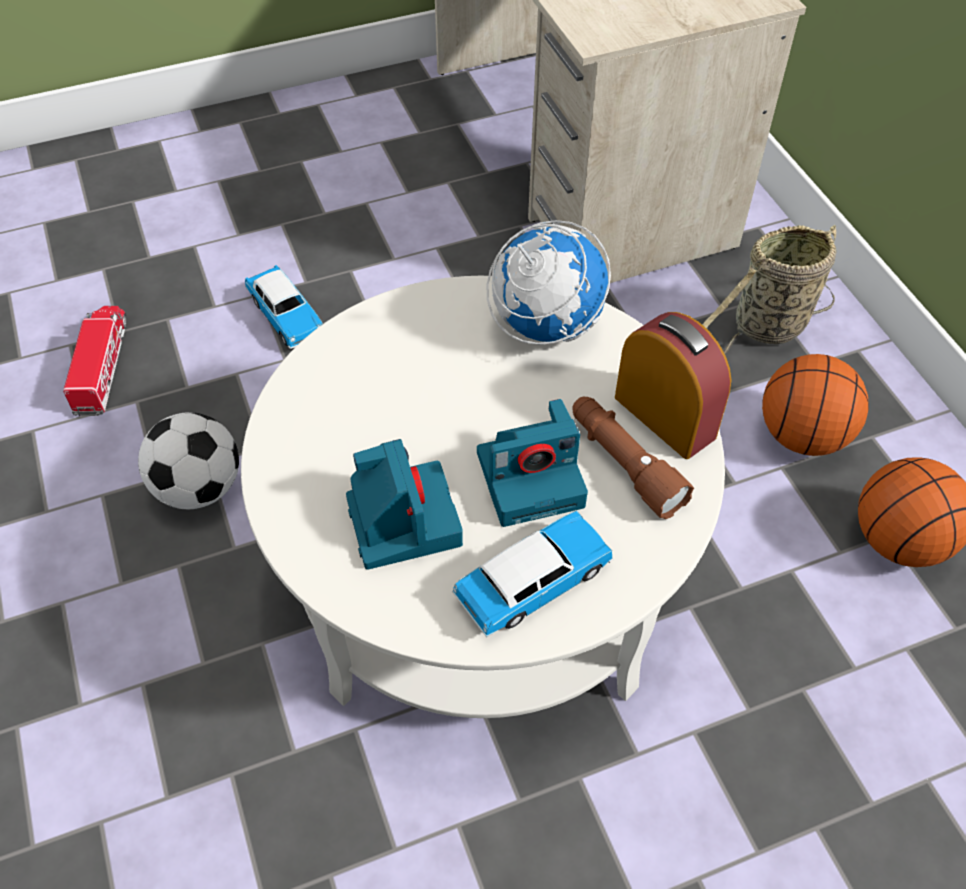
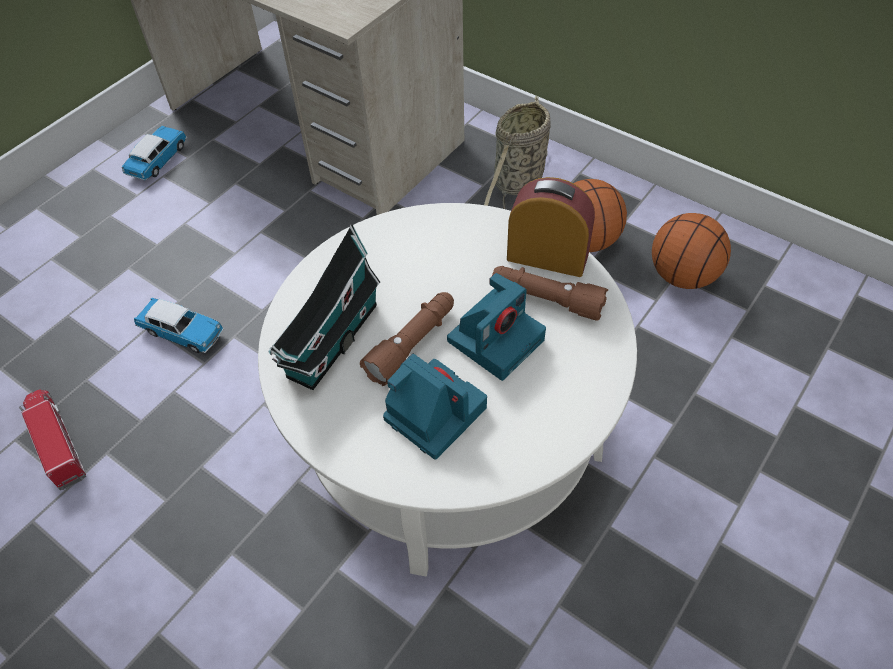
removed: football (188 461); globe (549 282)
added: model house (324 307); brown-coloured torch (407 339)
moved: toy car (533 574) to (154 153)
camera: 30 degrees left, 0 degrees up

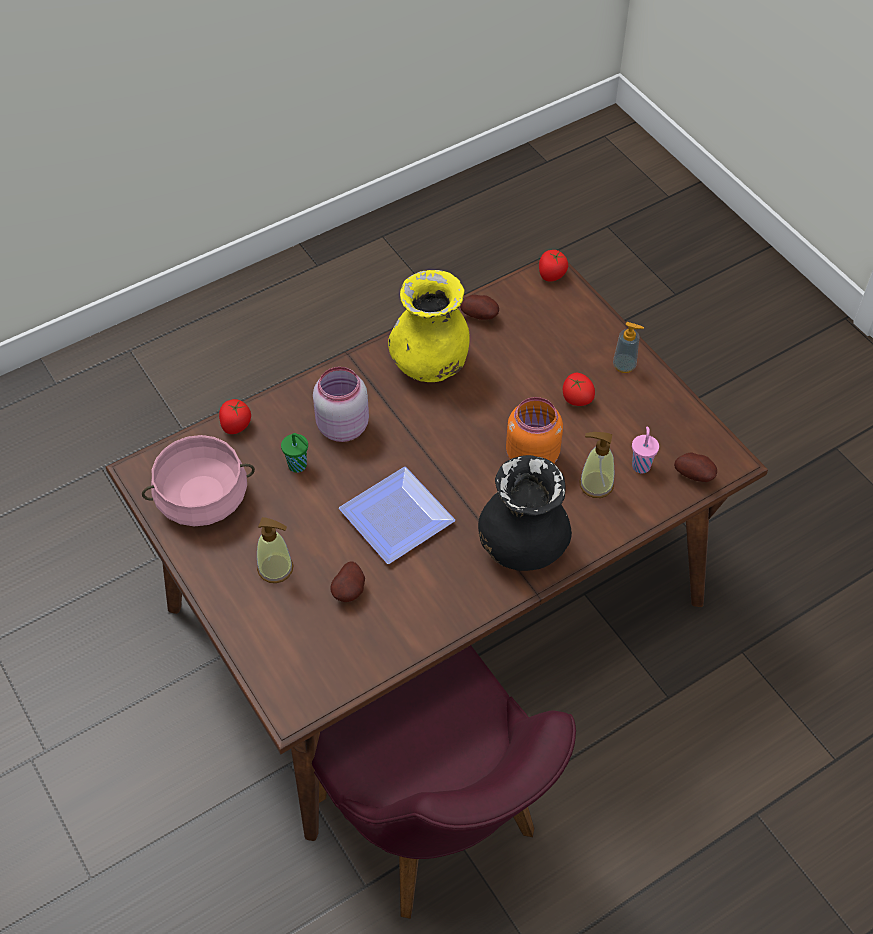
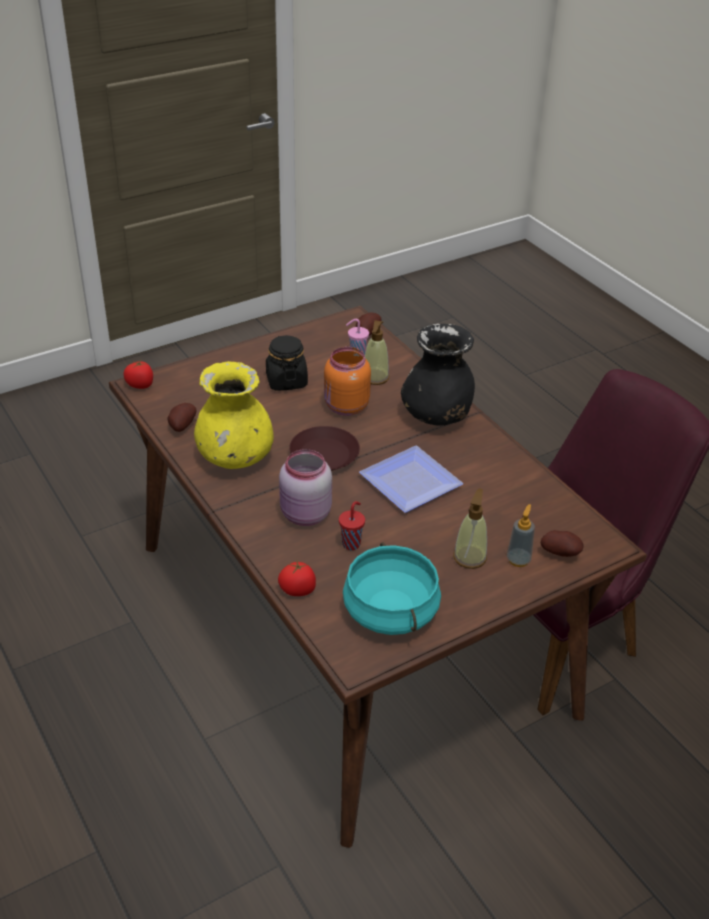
added: brown-coloured flat dish (324 448)
moved: liquid soap bottle (628 347) to (521 535); spud (347 581) to (562 543)
replaced: tomato (579 389) to black jar (287 363)
recoloured: greenish drinking cup (294 453) to reddish drinking cup (352 525); pinkish saucepot (198 480) to blue-green saucepot (392 588)
camera: 90 degrees left, 15 degrees down

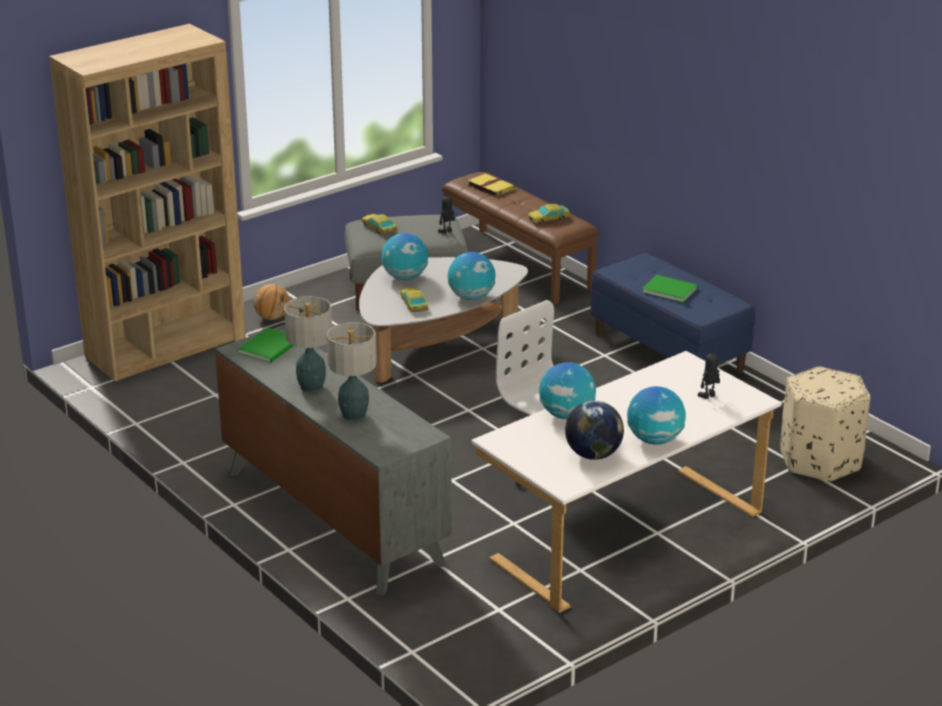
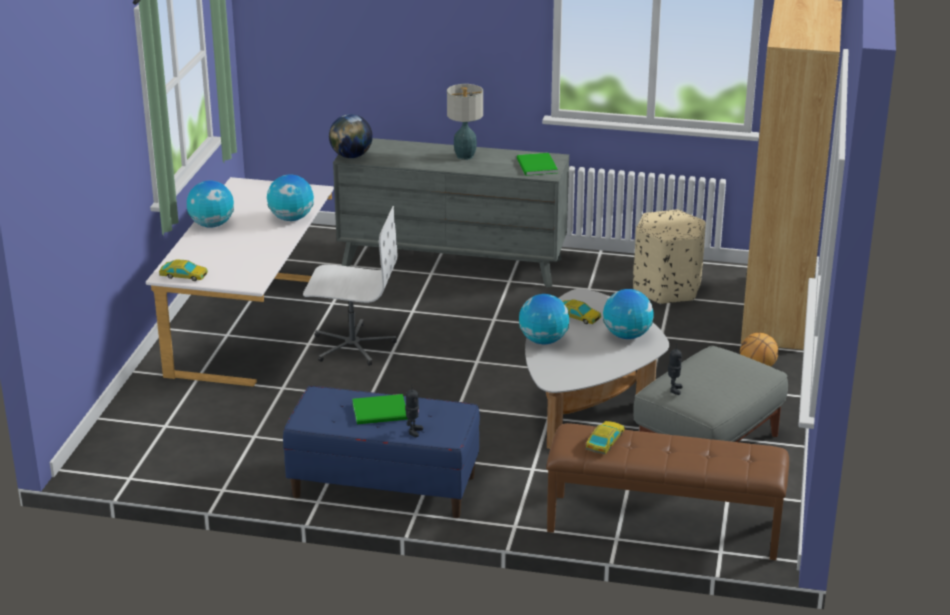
removed: table lamp (352 371); yellow-coloured volume (491 185)
moved: toy car (379 224) to (183 270); globe (594 430) to (351 136); model robot (709 373) to (414 410); beige-coloured pouffe (825 424) to (669 257)
camera: 140 degrees right, 0 degrees up

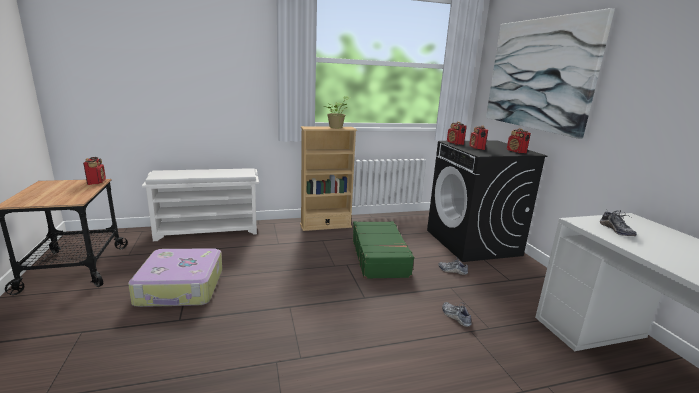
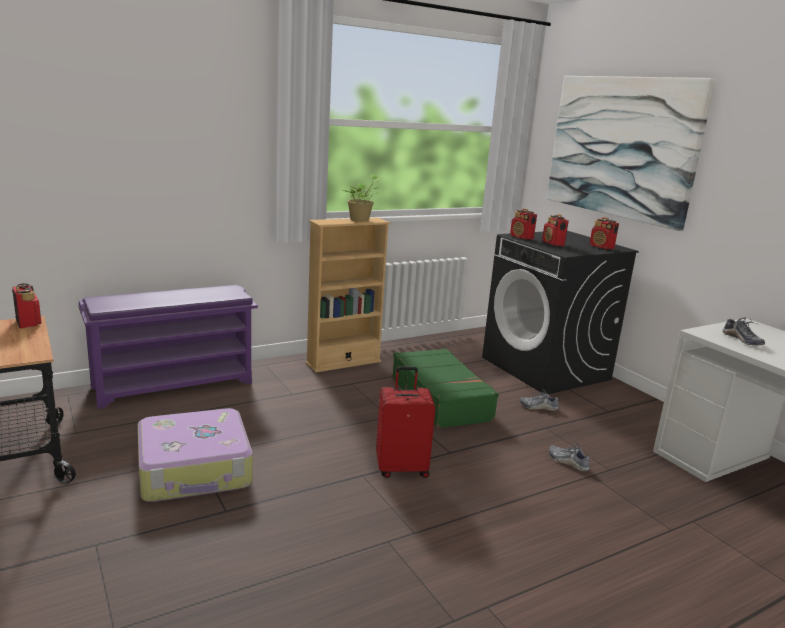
added: reddish piece of luggage (406 422)
recoloured: white shoe rack (200 204) to purple-coloured shoe rack (168 347)
camera: 15 degrees left, 0 degrees up

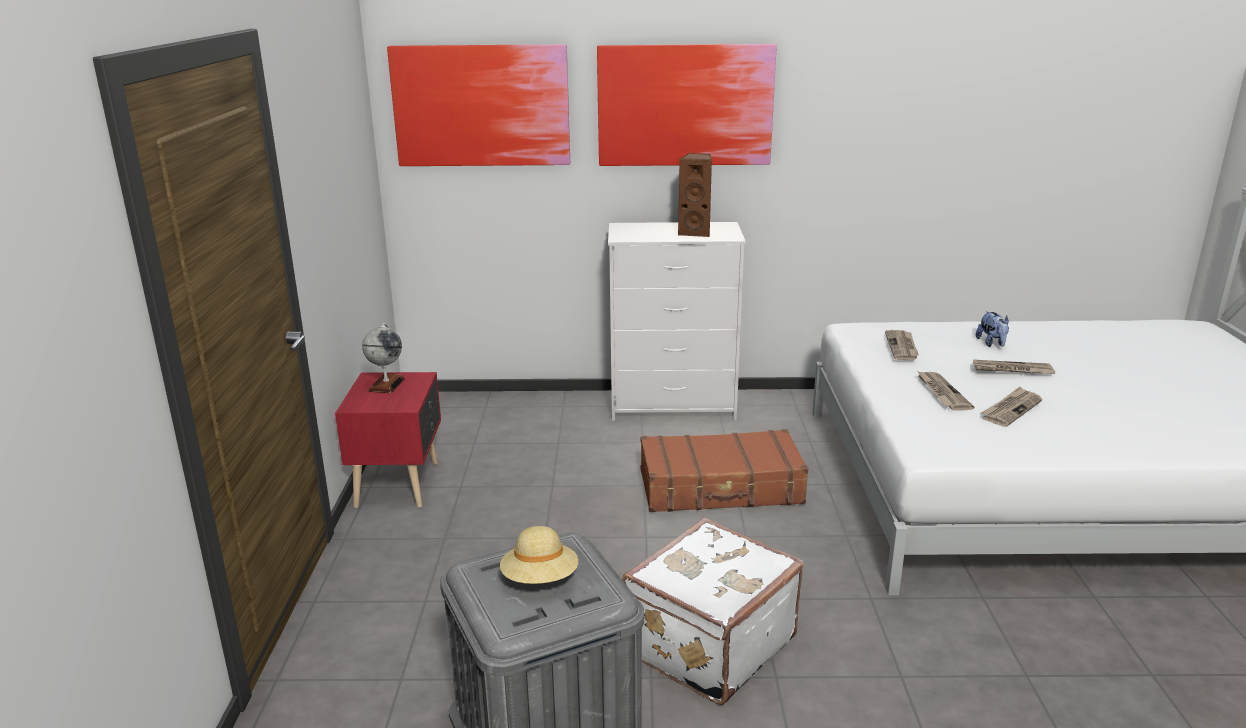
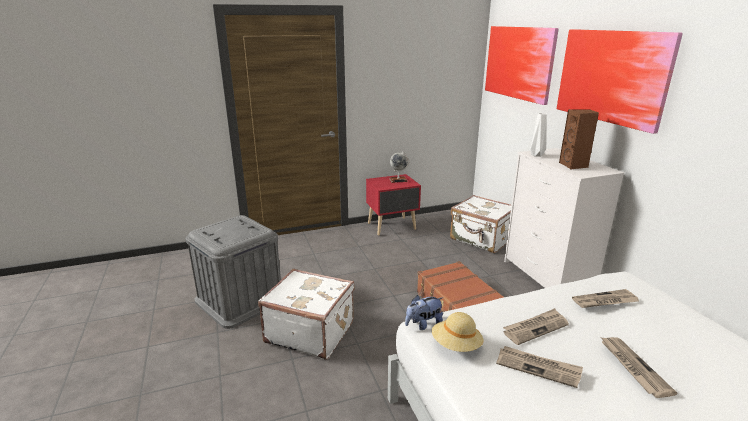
added: white piece of luggage (481 224); white flower vase (538 135)
moved: soft toy (992 329) to (424 312); beige-coloured hat (539 555) to (457 332)
camera: 70 degrees right, 0 degrees up

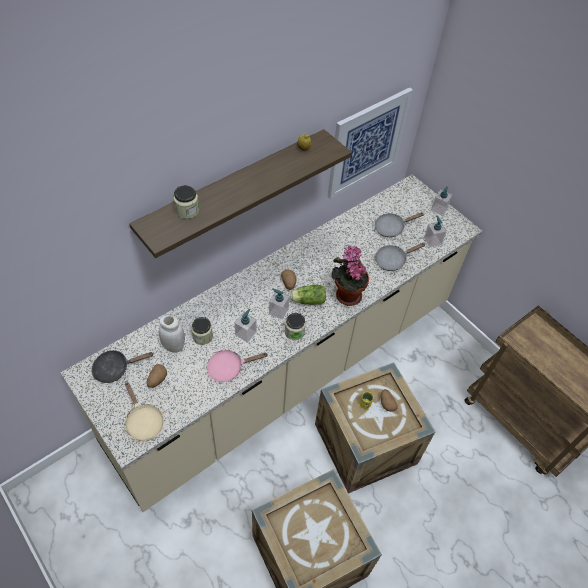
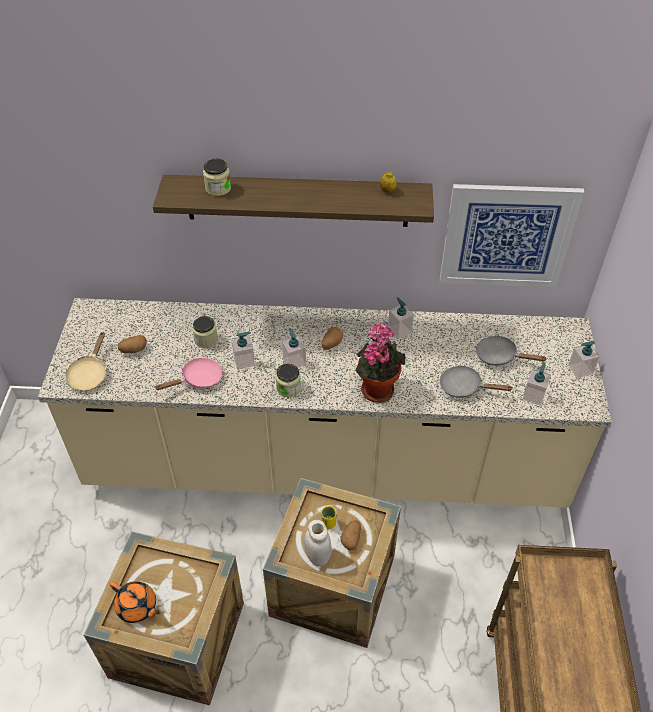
removed: black pan (122 366); head of lettuce (308 295)
added: orange pot for tea (135 602); liquid soap bottle (401 318)
moved: white jar (172 333) to (318 543)
turned: pinkish pan (237 366) = (189 374) 120 degrees clockwise
camera: 45 degrees right, 5 degrees down

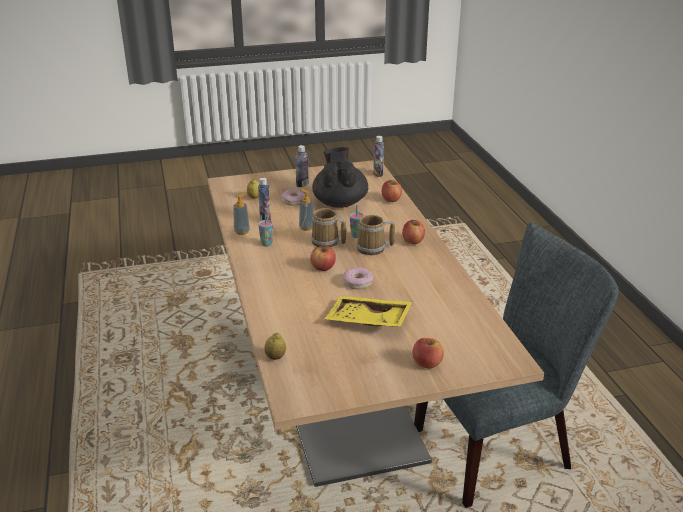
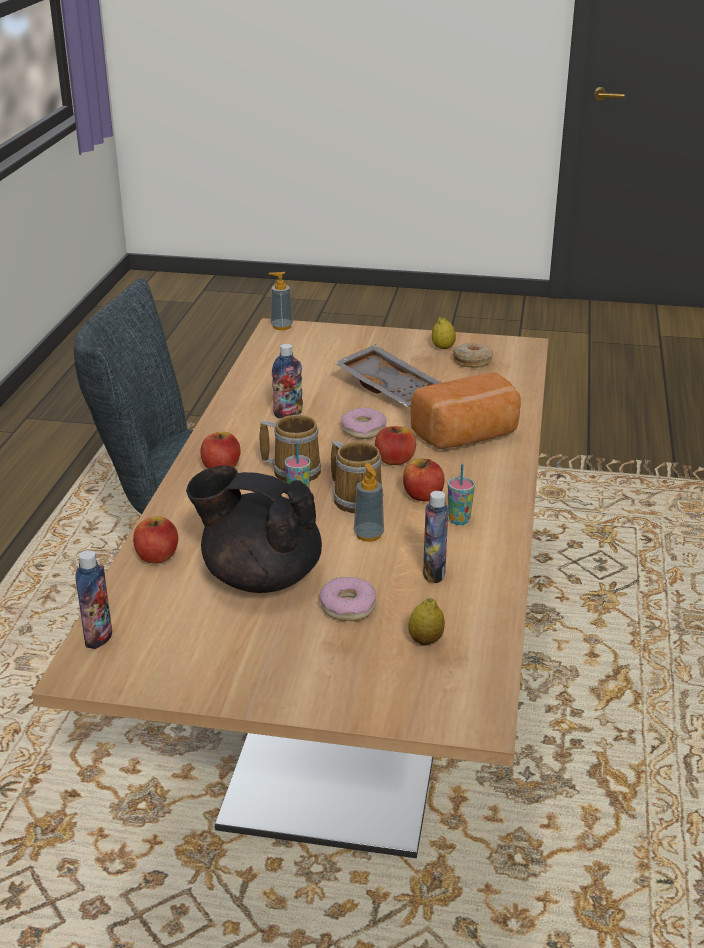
added: baked bread (466 410); ring doughnut (473 355)
moved: liquid soap bottle (241 214) to (281 301); bottle (302 166) to (287 381); apple fruit (428 353) to (424 480); whole lemon (275 346) to (444 333)
recoloured: yellow-coloured serving tray (368 311) to grey serving tray (388 376)
turned: black pot for tea (340 177) = (254 529) 90 degrees clockwise
camera: 155 degrees left, 0 degrees up

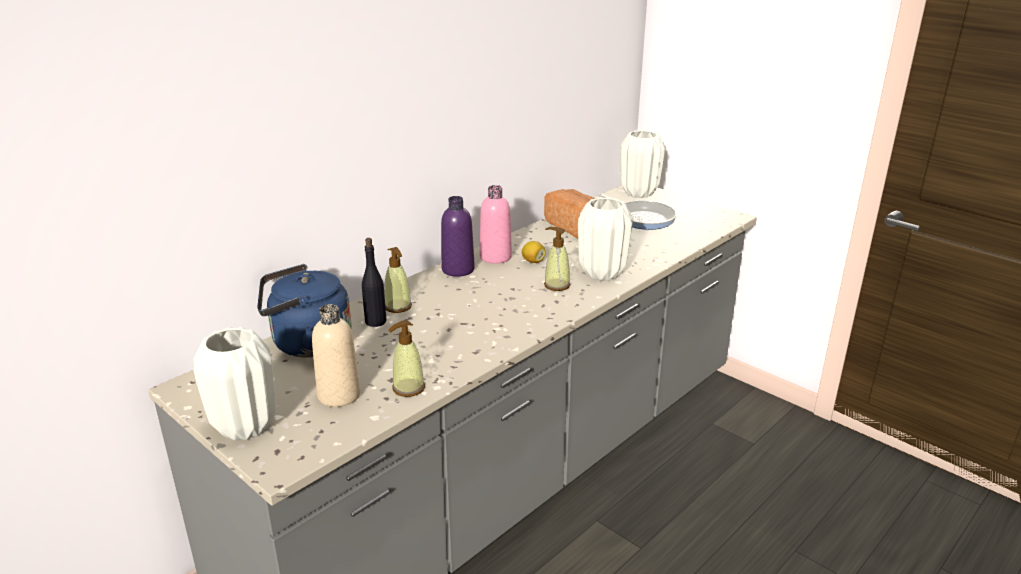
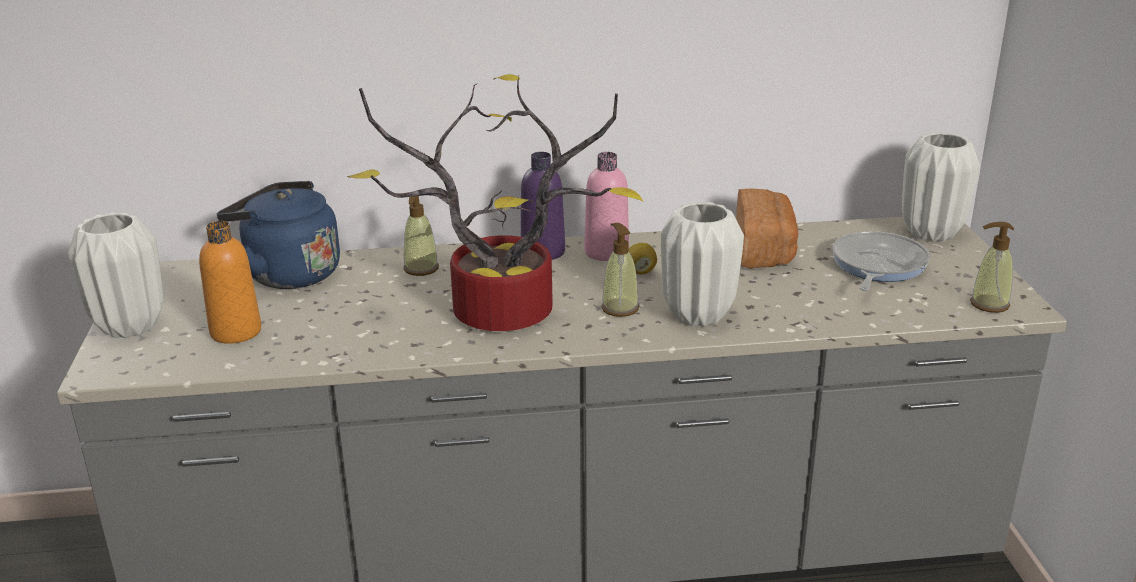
removed: black bottle (374 282)
added: plant in a pot (495 202)
moved: liquid soap bottle (406 358) to (992 267)
recoloured: beige-coloured bottle (336 355) to orange bottle (230 282)
turned: pan (637 212) = (881 261) 150 degrees counterclockwise
camera: 40 degrees right, 0 degrees up

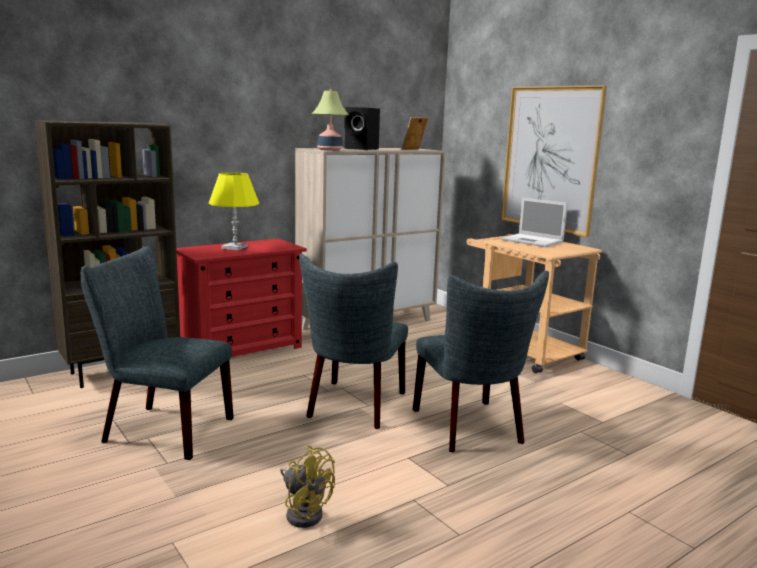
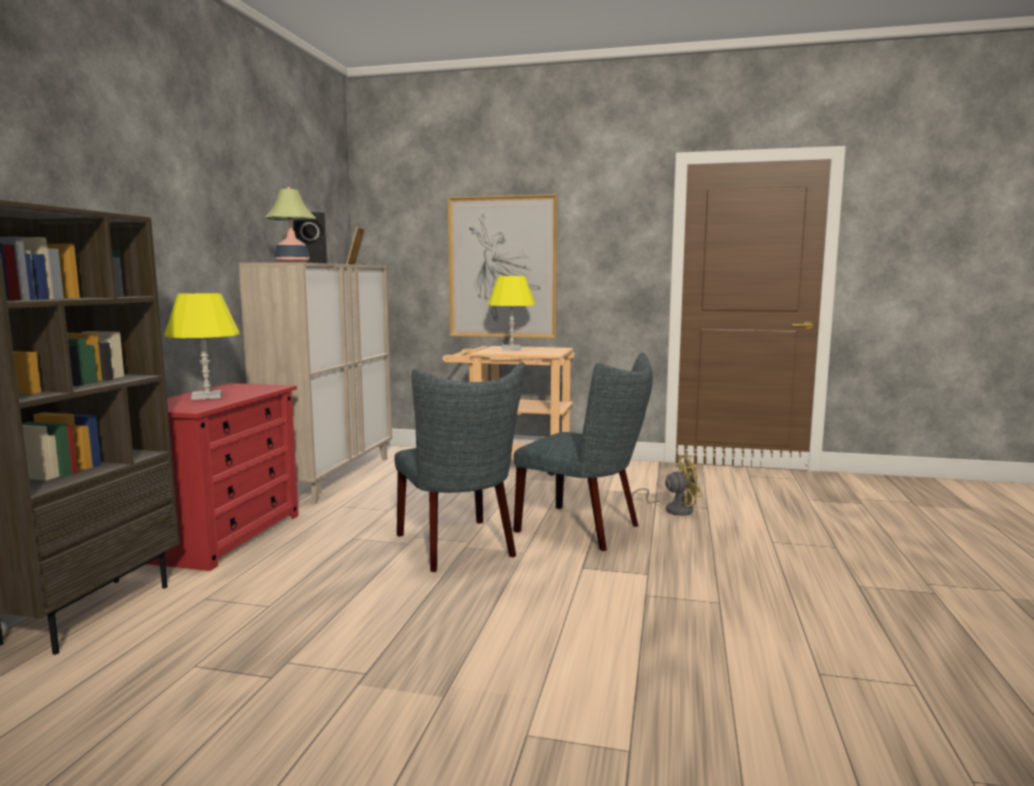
removed: grey upright chair (157 353)
moved: yellow-coloured cooling fan (307 486) to (666 485)
replaced: laptop (534 222) to yellow-coloured table lamp (511 313)
camera: 40 degrees left, 5 degrees down

